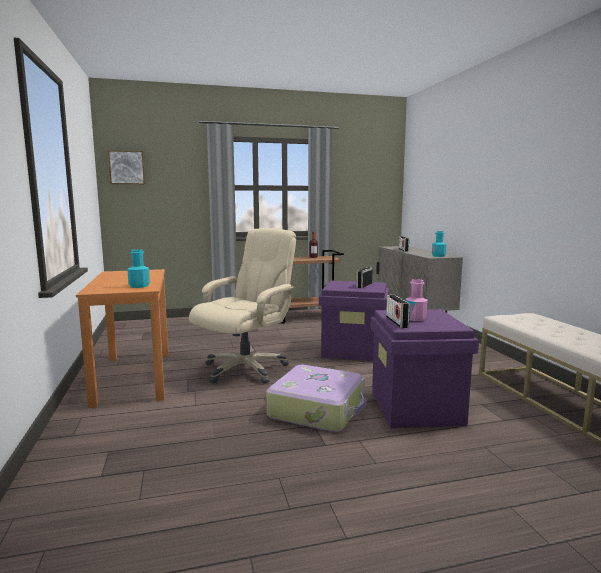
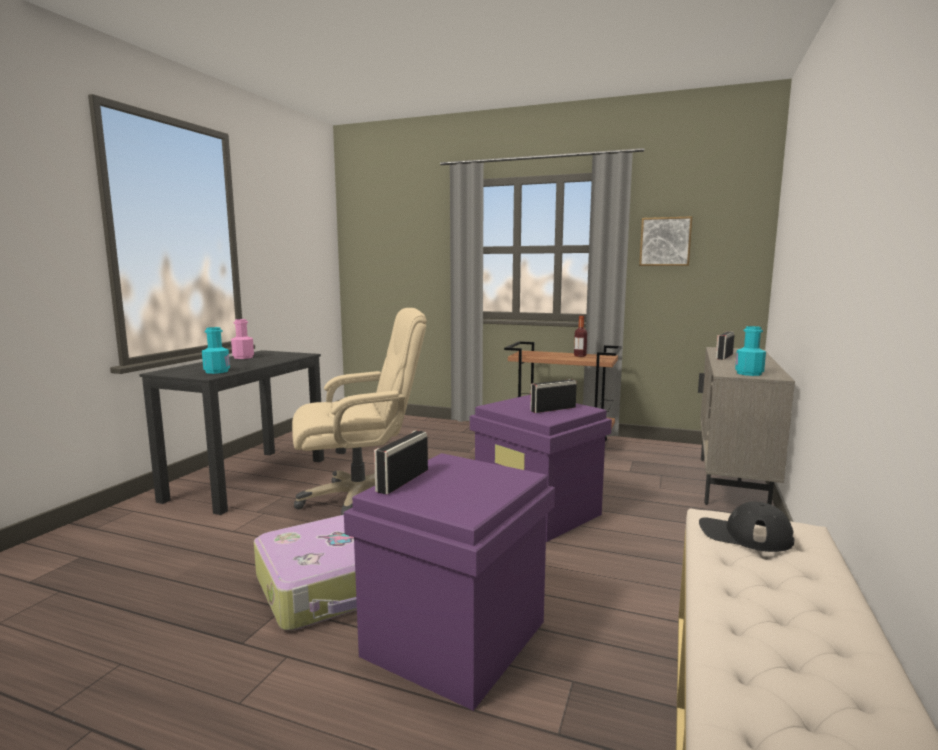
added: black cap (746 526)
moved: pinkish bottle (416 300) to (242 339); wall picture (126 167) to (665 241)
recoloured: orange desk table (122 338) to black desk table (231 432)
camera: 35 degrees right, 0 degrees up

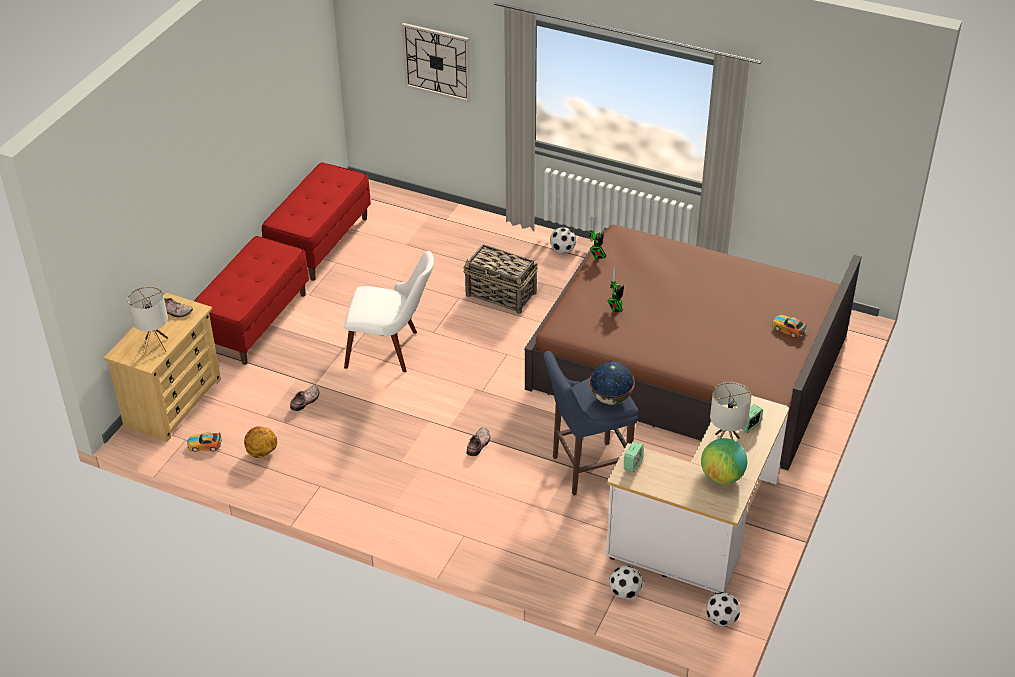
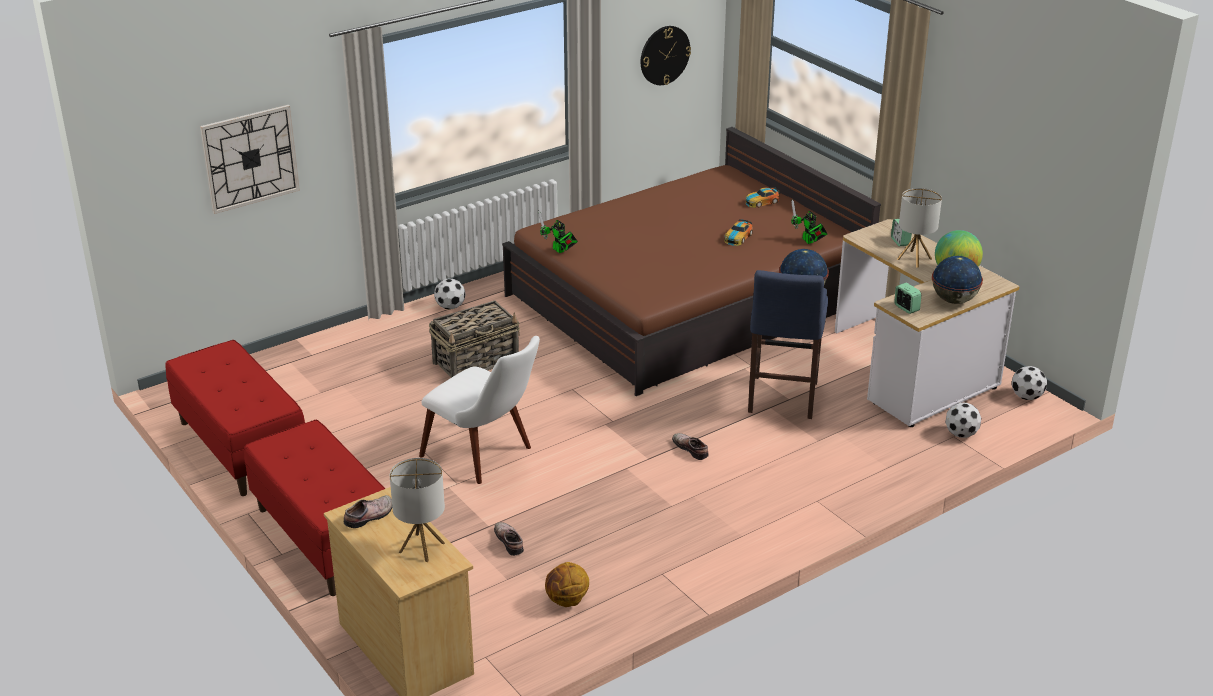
added: clock on the wall (666 55); globe (957 280)
moved: toy car (204 442) to (738 232); model robot (615 289) to (809 222)
turned: white upright chair (389 311) = (479 410) 90 degrees clockwise
camera: 60 degrees left, 10 degrees down

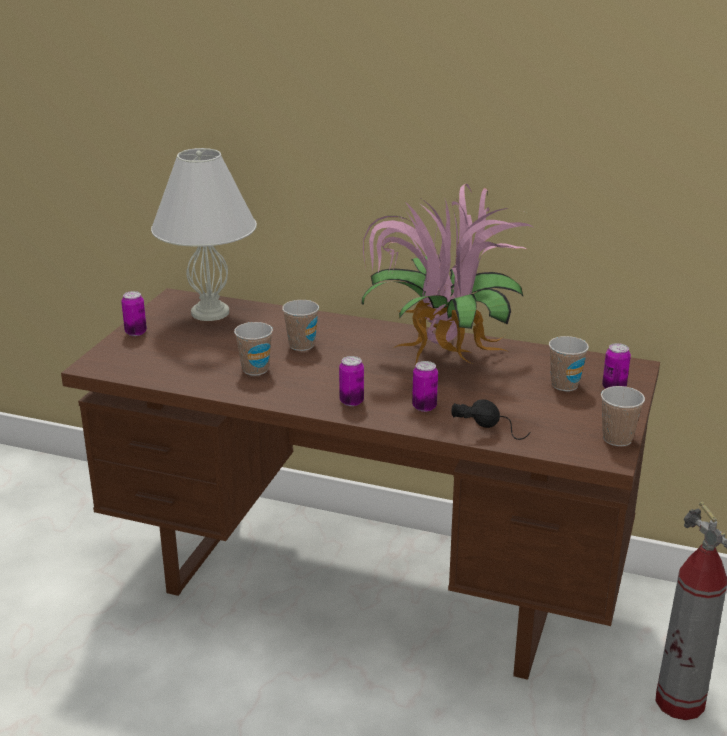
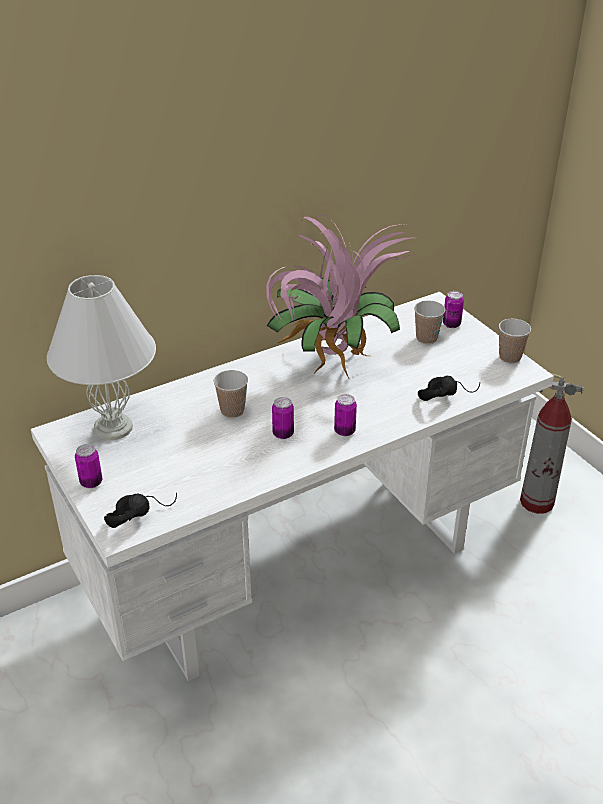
removed: drinking cup (253 349)
added: black headset (140 510)
moved: sealed can (425 386) to (283 418)
recoloured: brown-coloured desk table (360 484) to white desk table (292 486)
camera: 50 degrees left, 10 degrees up

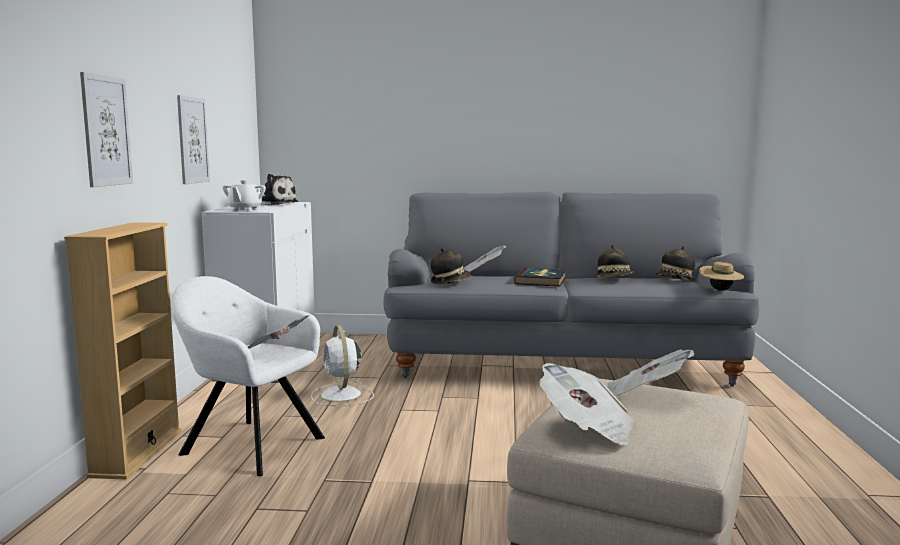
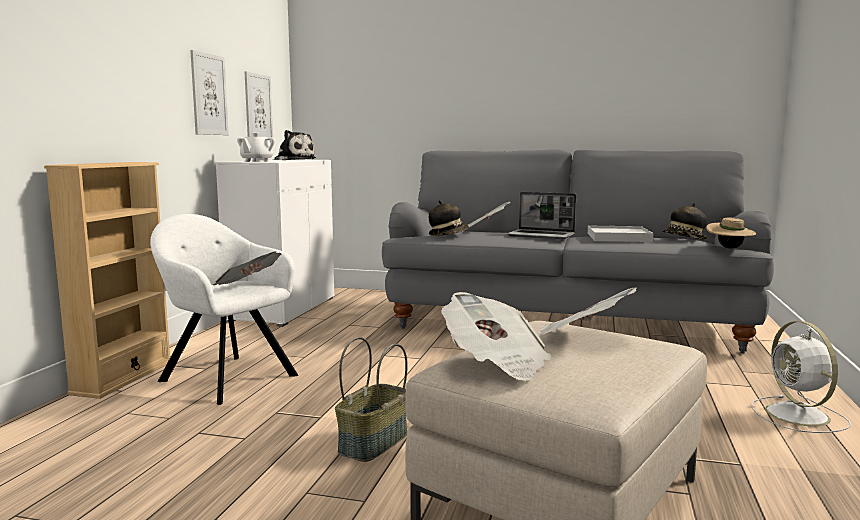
added: basket (371 399)
moved: wall picture (106 129) to (259 107); white cooling fan (342 365) to (801 377)
replaced: volume (540 277) to laptop (541 215); hat (614 261) to white serving tray (620 234)
camera: 10 degrees right, 0 degrees up

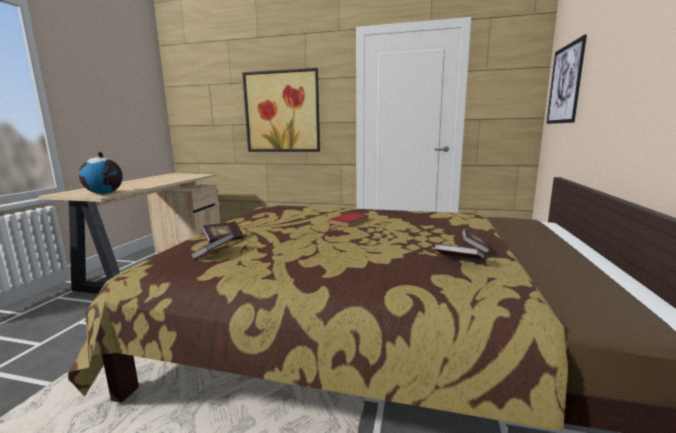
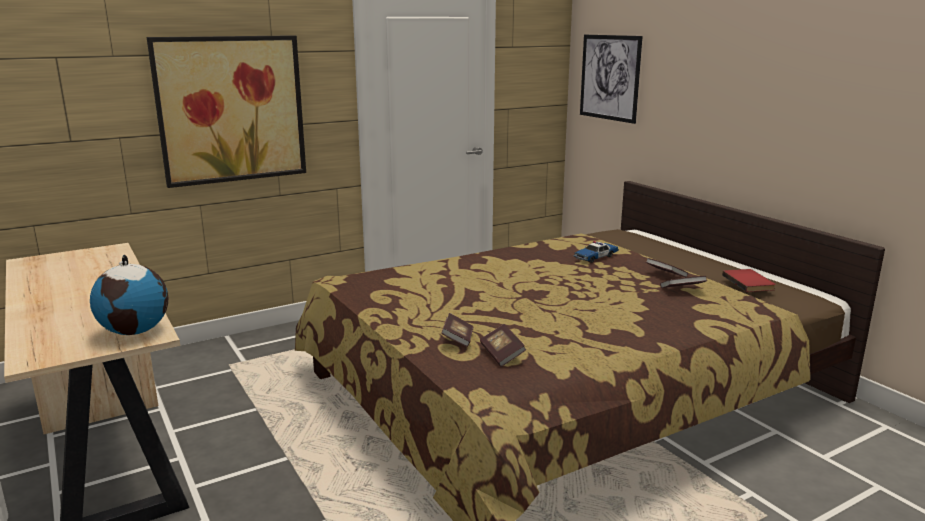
added: toy car (596 252)
moved: reddish volume (348 219) to (749 280)
camera: 45 degrees left, 5 degrees up

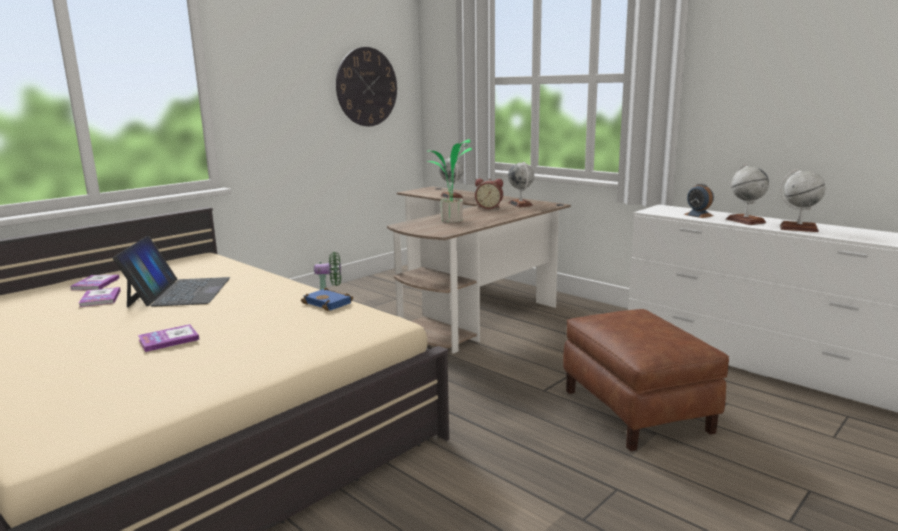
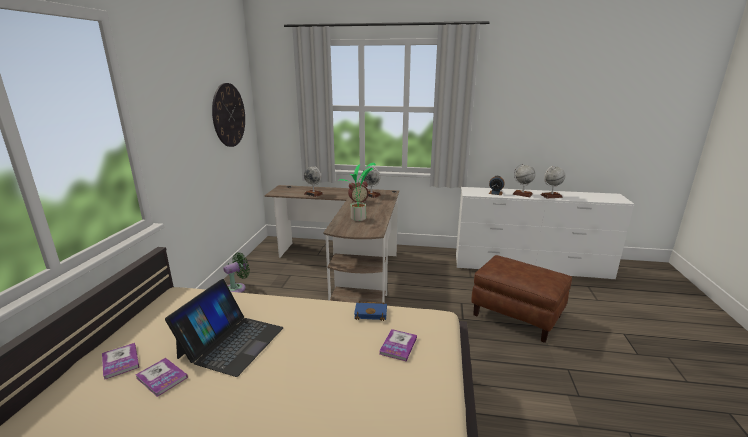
moved: volume (169 338) to (398 345)
turned: laptop (171 271) = (224 328) 60 degrees clockwise
camera: 35 degrees left, 5 degrees up

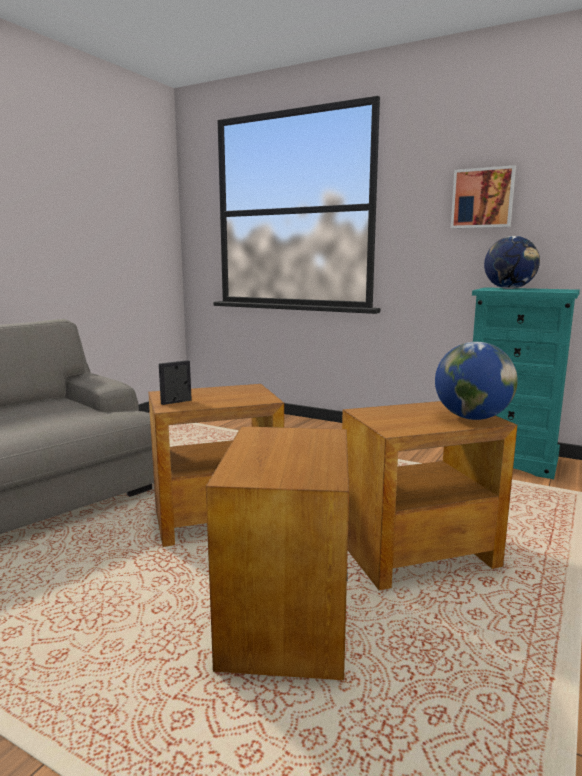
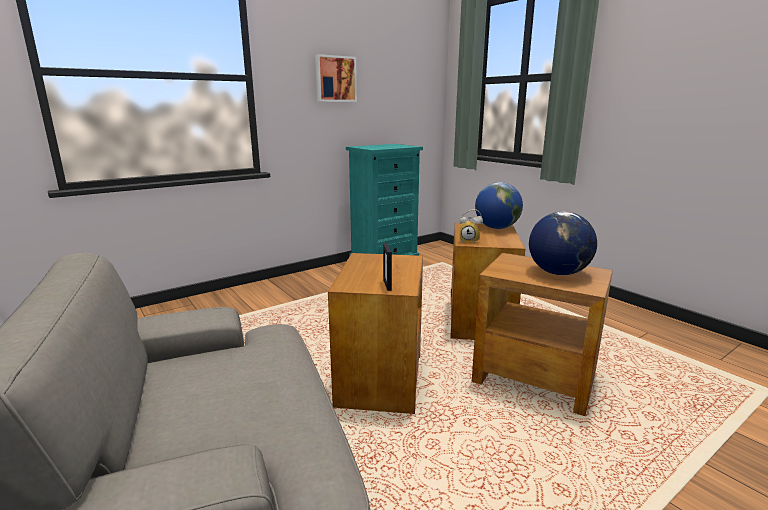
added: table clock (471 226)
moved: globe (512 262) to (563 243)
camera: 65 degrees left, 5 degrees up

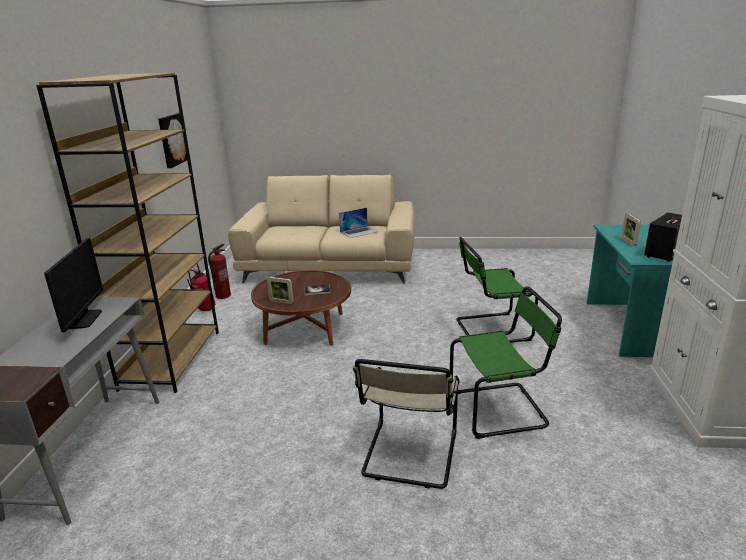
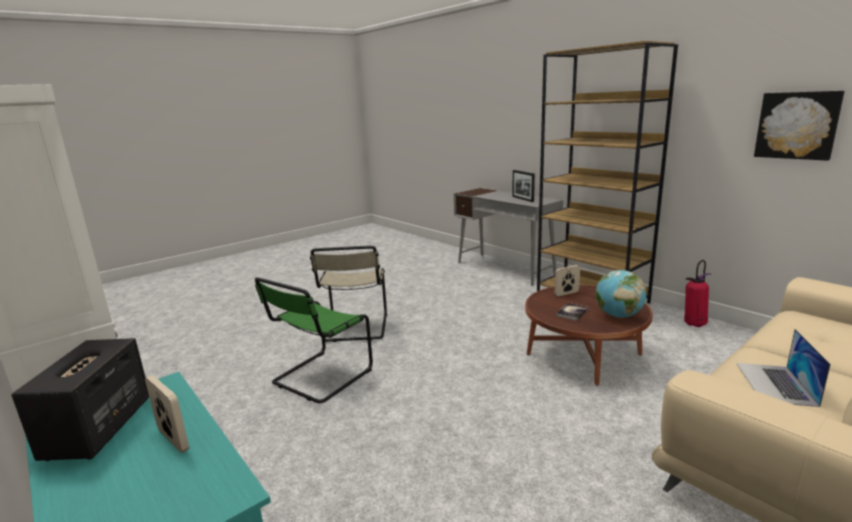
removed: fire extinguisher (219 271); greenish upright chair (497 290)
added: globe (620 294)
replaced: computer display (73 285) to picture frame (523 186)
turned: beige-coloured upright chair (406 424) = (348 294) 150 degrees counterclockwise
camera: 135 degrees right, 5 degrees down

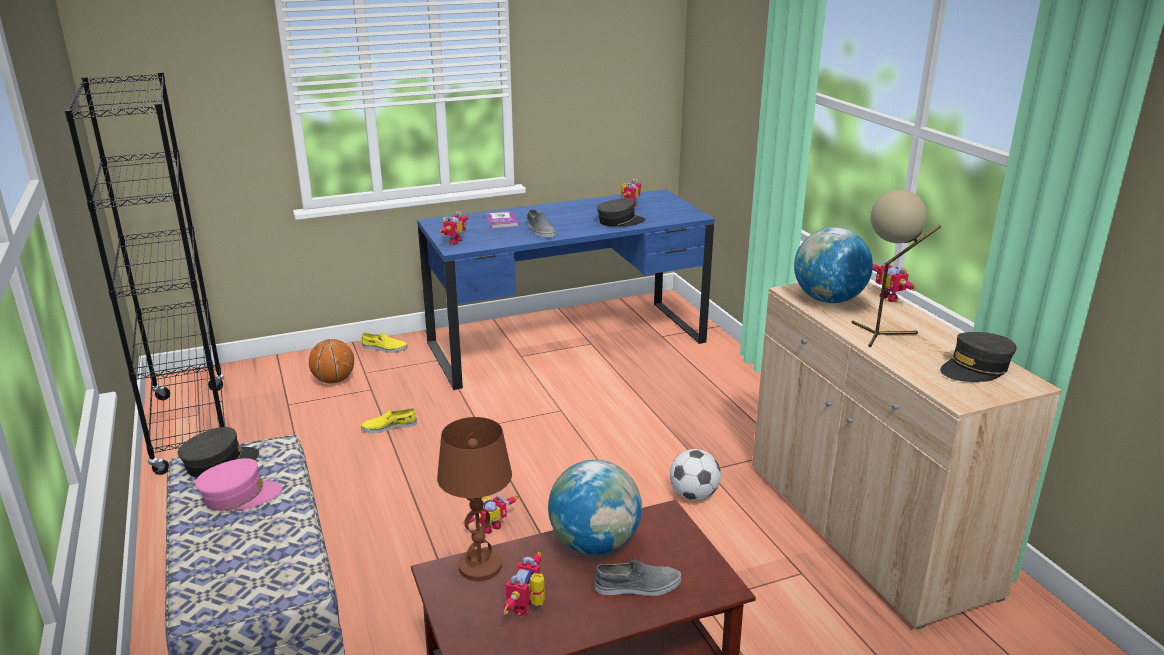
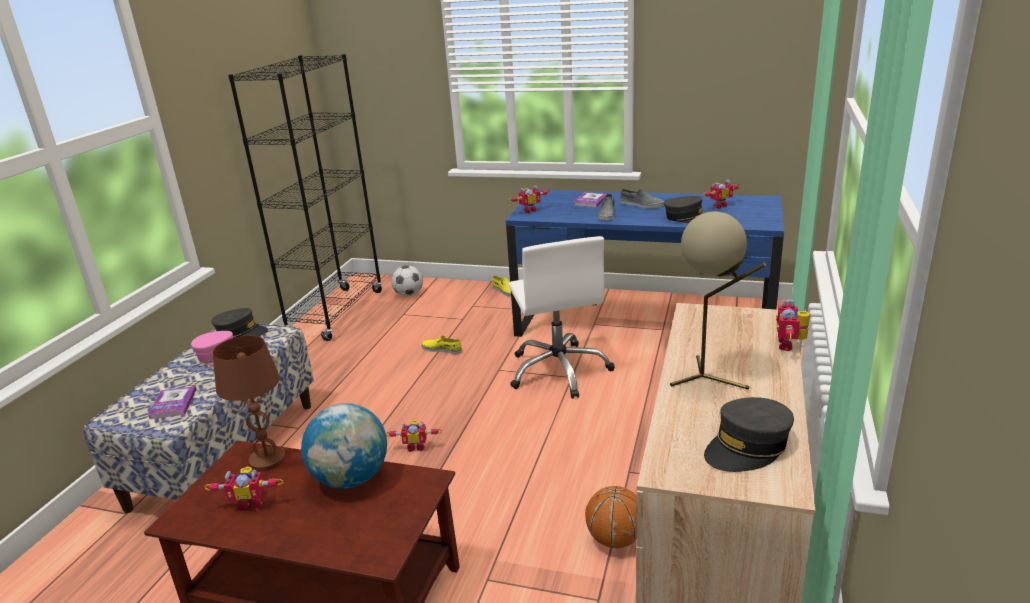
removed: globe (833 265)
added: volume (172 402); white office chair (562 317)
moved: football (695 475) to (407 280); basketball (331 361) to (611 517); grey low shoe (637 577) to (642 198)
turned: model robot (524 584) = (244 488) 150 degrees counterclockwise; grey cap (978 357) = (749 434) 45 degrees counterclockwise
camera: 40 degrees right, 0 degrees up

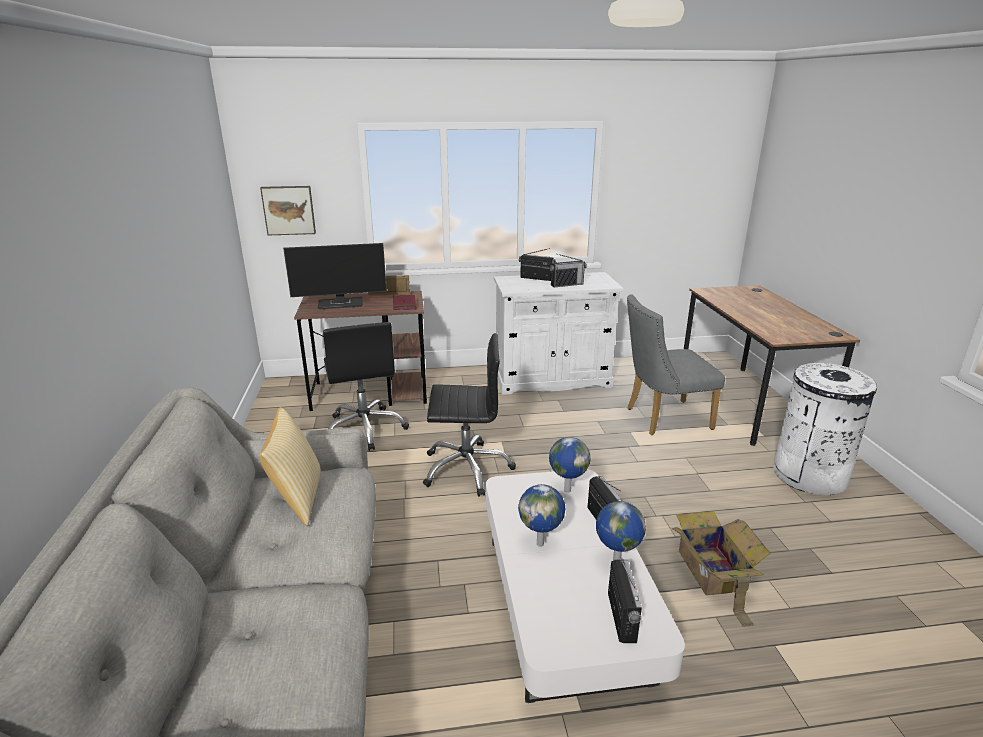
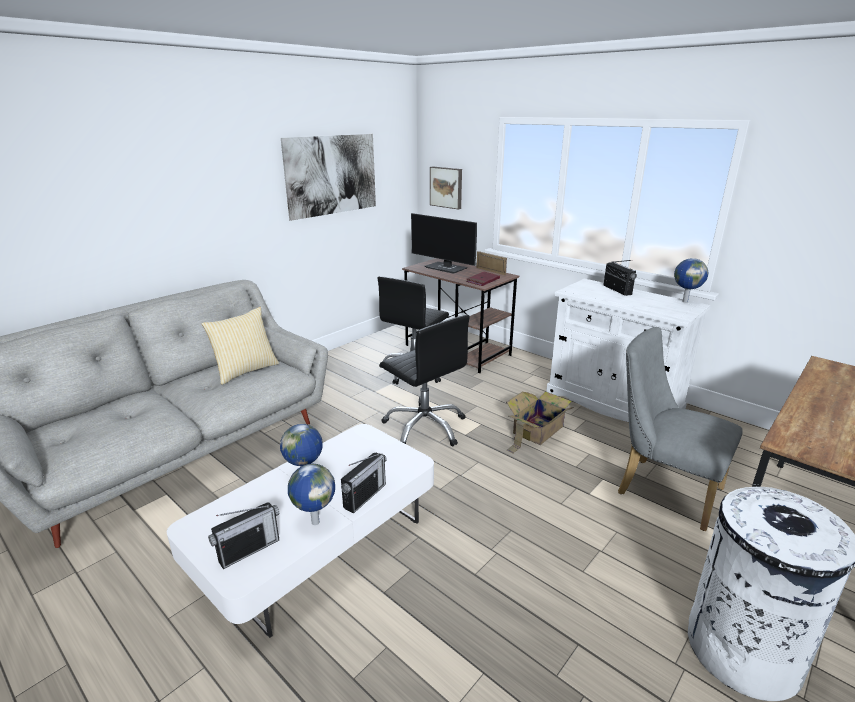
removed: radio (568 270)
added: wall picture (328 177)
moved: carton (721 569) to (540 423); globe (569 465) to (691 280)
camera: 50 degrees right, 0 degrees up

